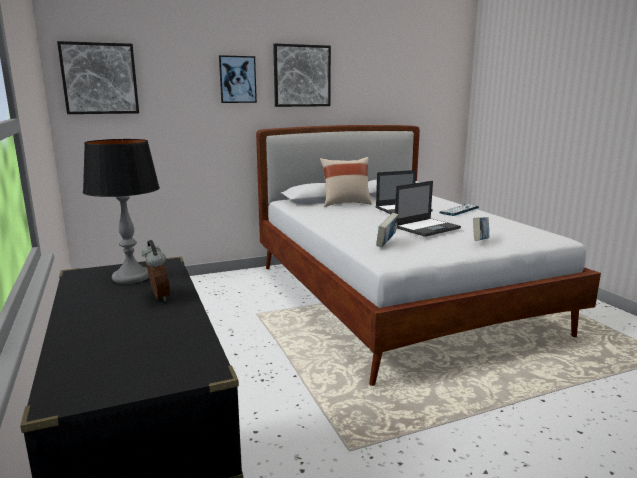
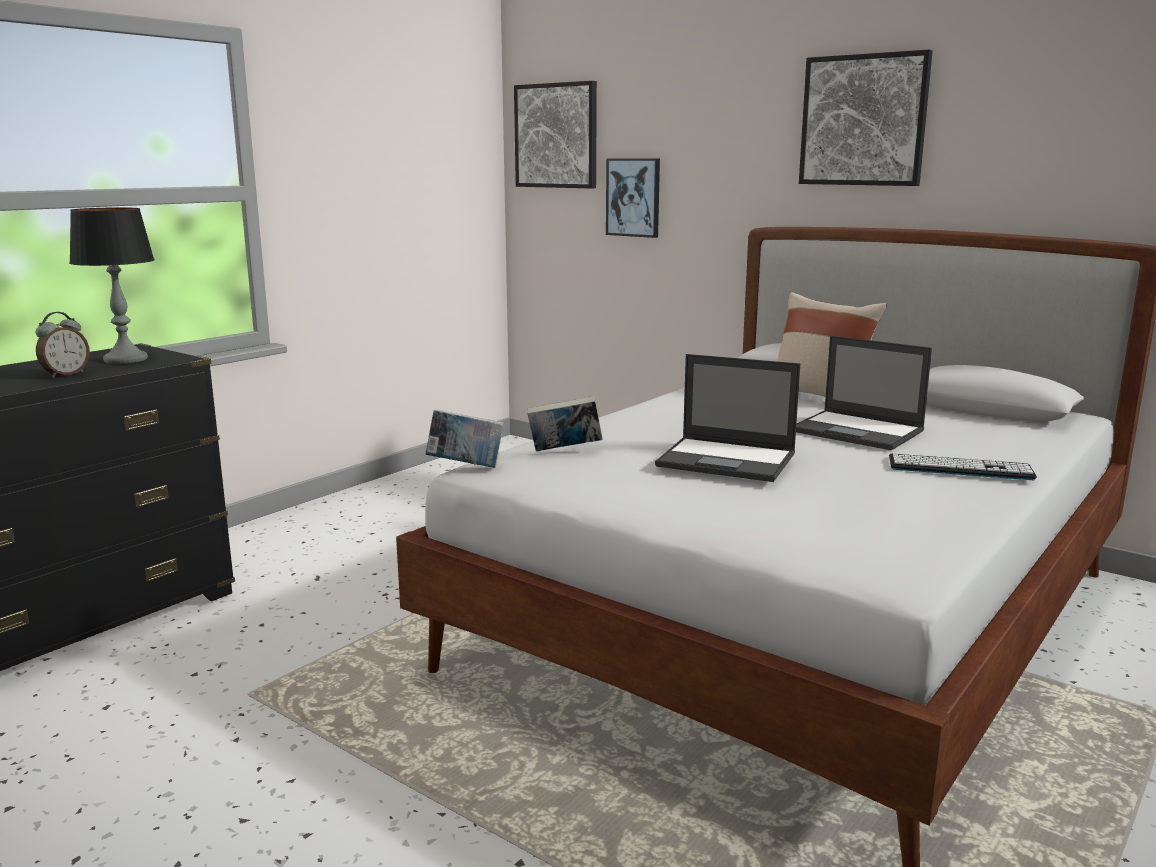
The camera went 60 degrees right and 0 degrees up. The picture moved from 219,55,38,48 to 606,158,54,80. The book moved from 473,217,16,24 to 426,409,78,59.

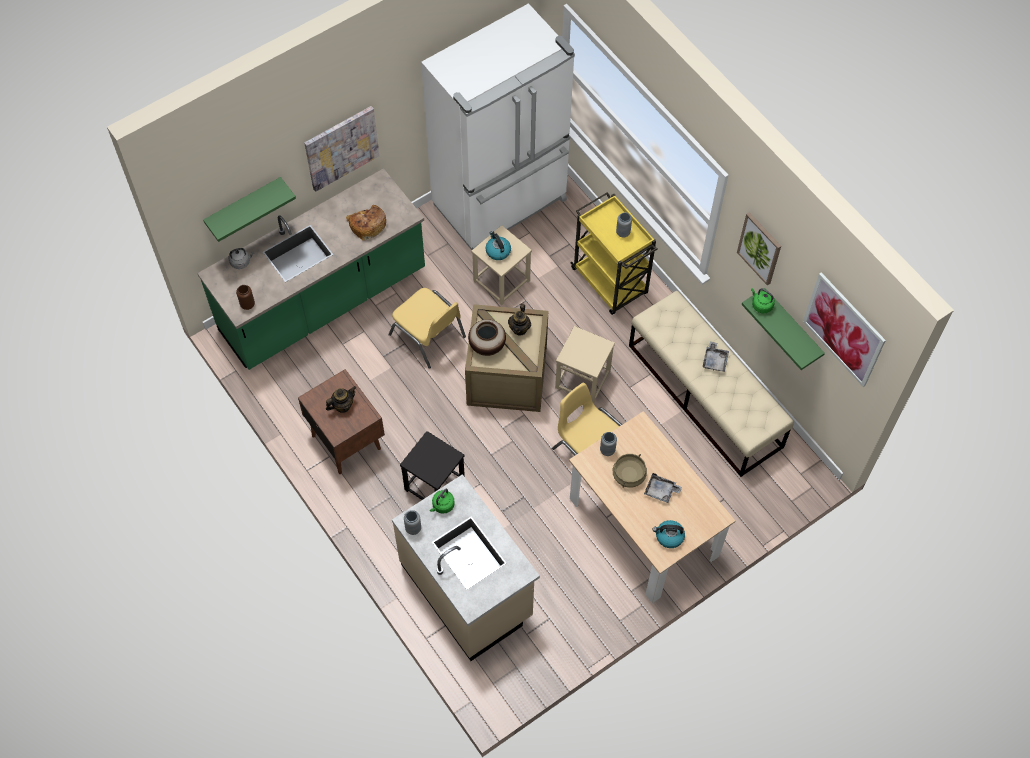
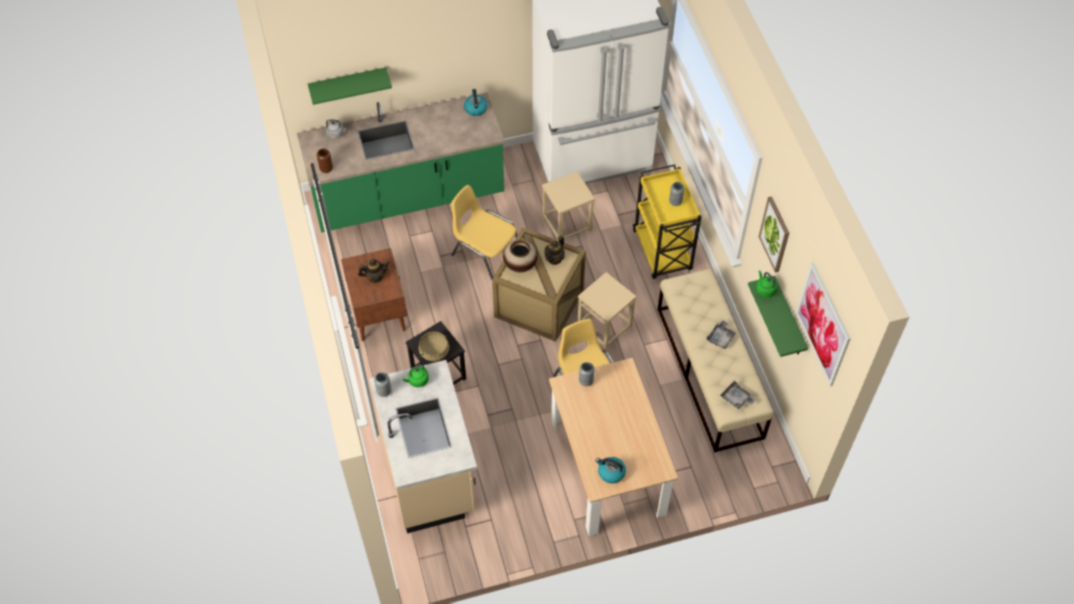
The camera went 20 degrees right and 5 degrees down. The picture at 304,106,76,86 disappeared. The bread at 346,205,40,36 disappeared. The kettle moved from 486,231,25,29 to 464,89,23,27. The chair in yellow at 389,288,77,81 turned 150 degrees clockwise. The cooking pot in beige moved from 613,454,34,34 to 419,332,30,29. The tray in grey moved from 644,473,38,30 to 720,381,36,28.

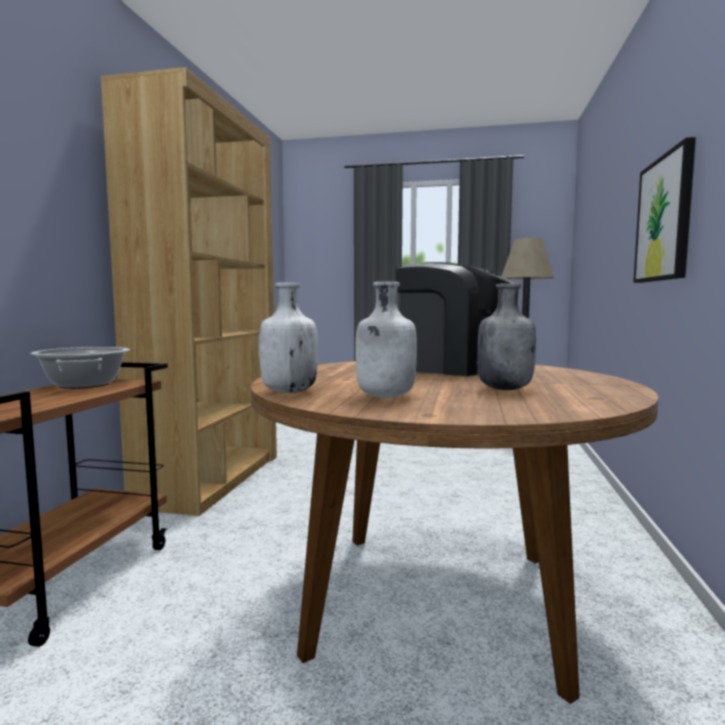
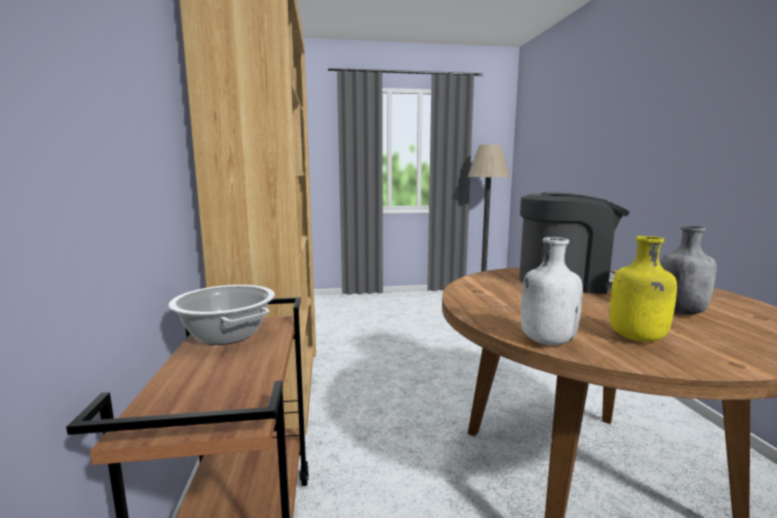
The camera went 20 degrees left and 5 degrees up. The picture at 633,137,63,146 disappeared. The bottle in white at 355,282,62,116 became the bottle in yellow at 610,236,67,106.

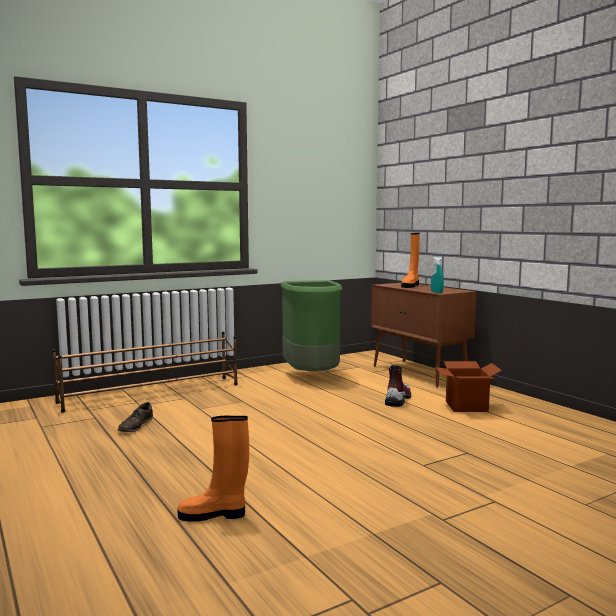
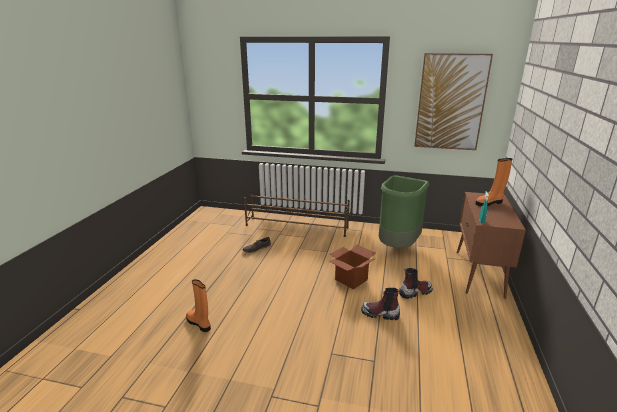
The camera went 45 degrees right and 15 degrees up. The cardboard box moved from 435,361,67,51 to 328,245,48,44. The picture at 414,53,79,97 appeared. The boot at 361,287,41,33 appeared.

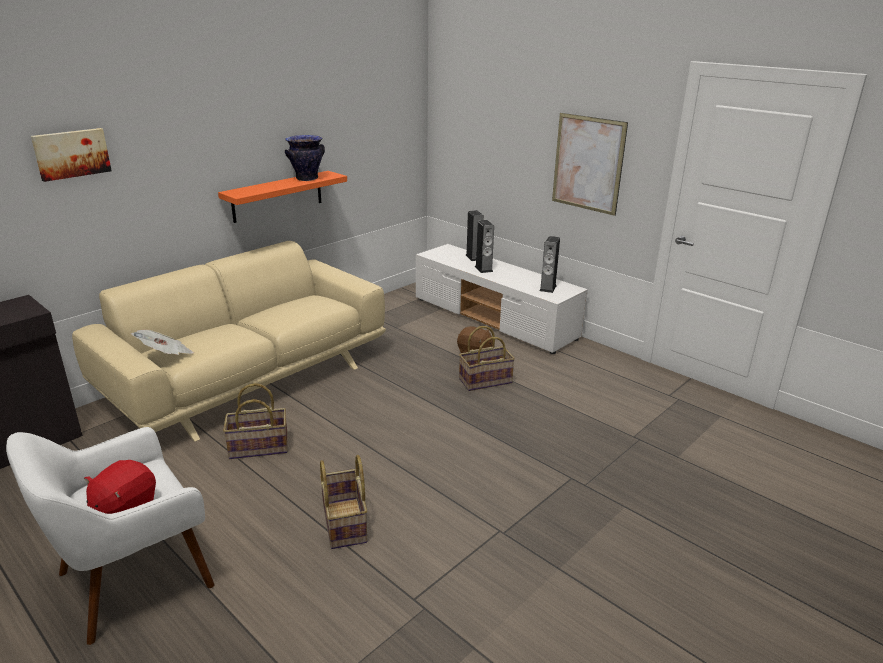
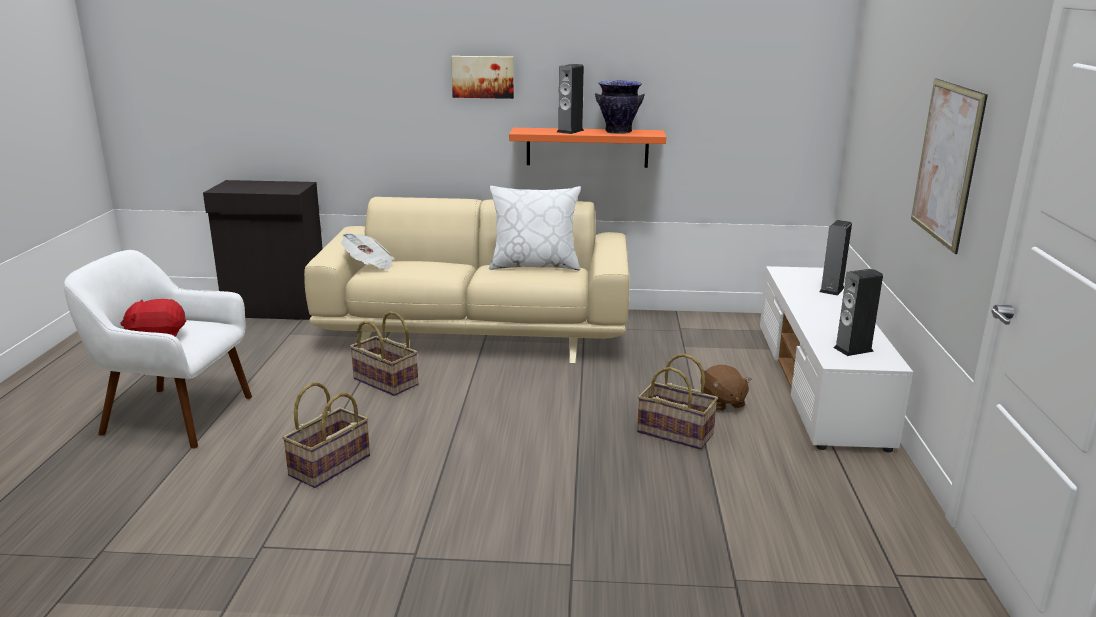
The camera went 50 degrees right and 5 degrees down. The picture moved from 31,128,81,54 to 451,56,63,43. The speaker moved from 475,220,19,53 to 557,64,27,70. The pillow in white at 489,186,92,84 appeared.

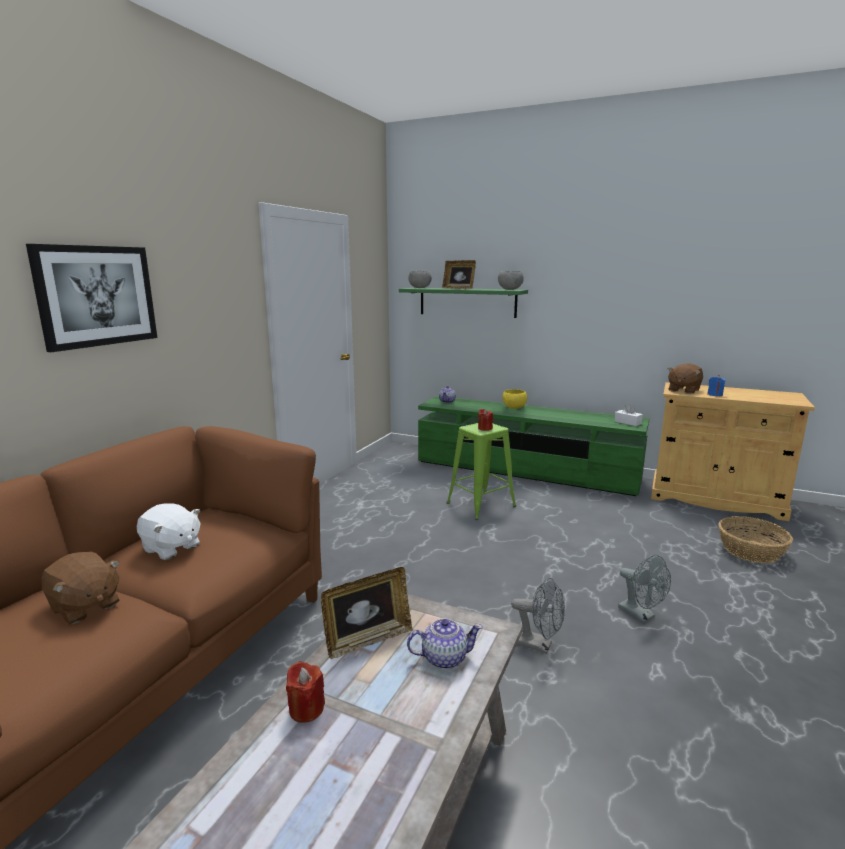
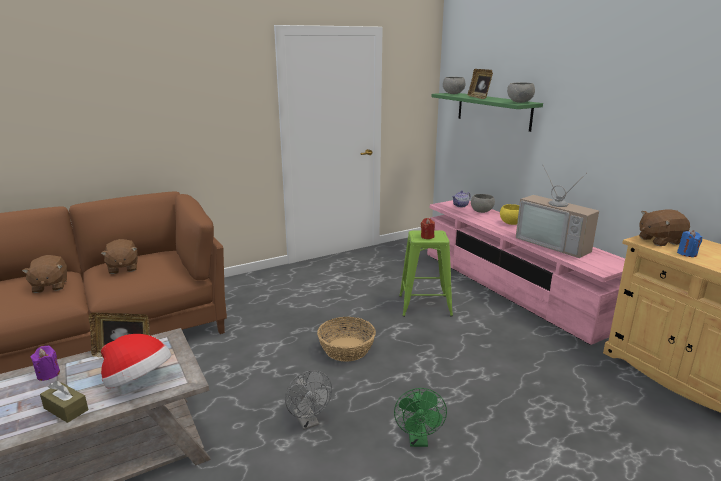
The camera went 35 degrees right and 5 degrees up. The picture at 26,244,131,108 disappeared. The tv stand in green at 418,396,232,100 became the tv stand in pink at 427,200,198,145. The tissue box in white at 614,404,29,22 disappeared. The plush toy in white at 137,504,64,56 became the plush toy in brown at 101,239,37,35. The basket moved from 718,516,75,47 to 317,317,59,44. The fan in grey at 618,555,53,68 became the fan in green at 394,388,53,59. The teapot at 407,619,76,50 was replaced by the hat at 101,334,70,54. The candle in red at 286,661,39,62 became the candle in purple at 30,346,30,35. The television at 516,166,83,92 appeared. The bowl in grey at 471,194,24,19 appeared. The tissue box in brown at 40,381,48,42 appeared.

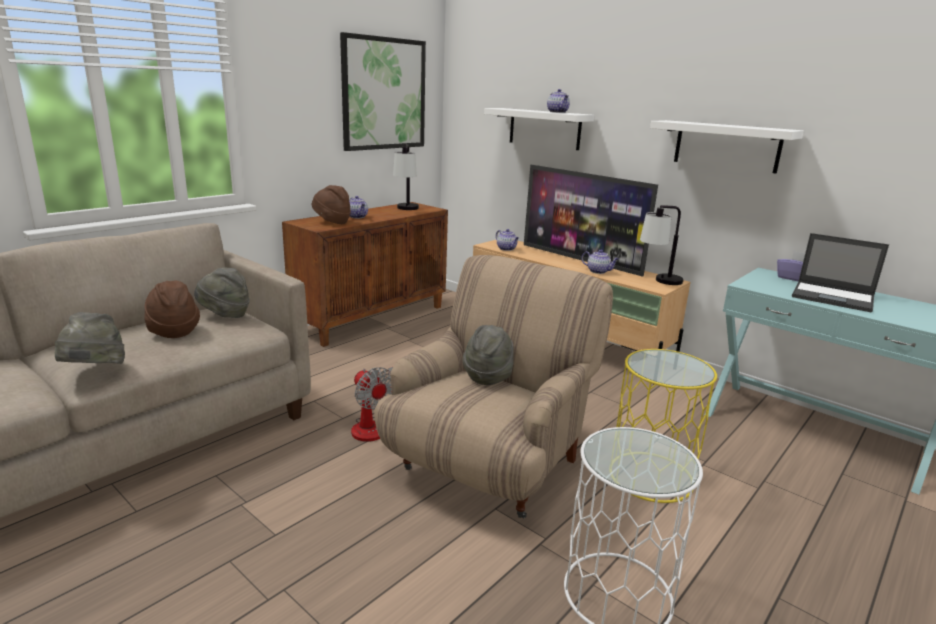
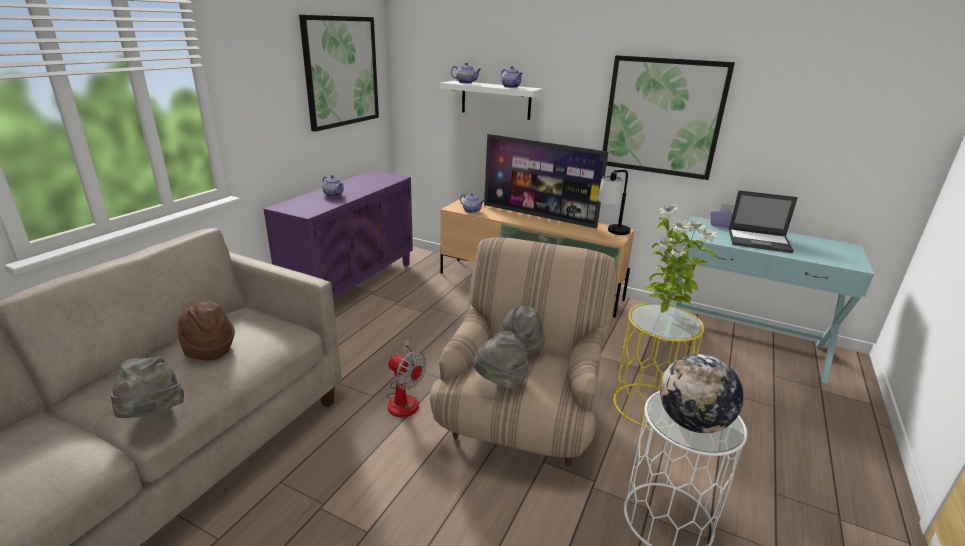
The camera went 15 degrees left and 5 degrees up. The shelf in white at 650,120,154,54 was replaced by the picture at 603,55,132,125. The table lamp at 393,144,26,66 disappeared. The hat in brown at 312,185,39,39 disappeared. The cabinet in brown at 282,202,166,145 became the cabinet in purple at 264,171,149,128. The teapot moved from 581,250,38,24 to 451,63,30,21. The hat in grey moved from 194,268,56,50 to 473,331,56,59. The potted plant at 646,204,72,109 appeared. The globe at 660,354,83,79 appeared.

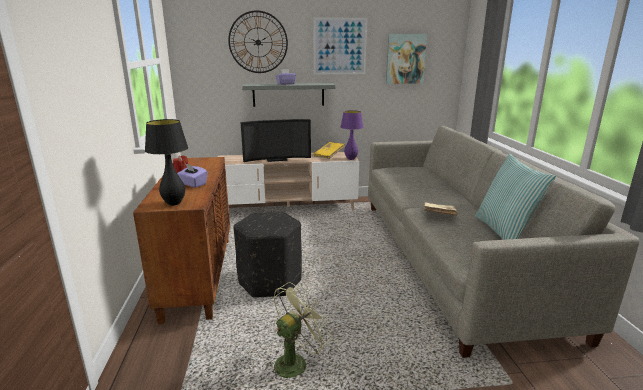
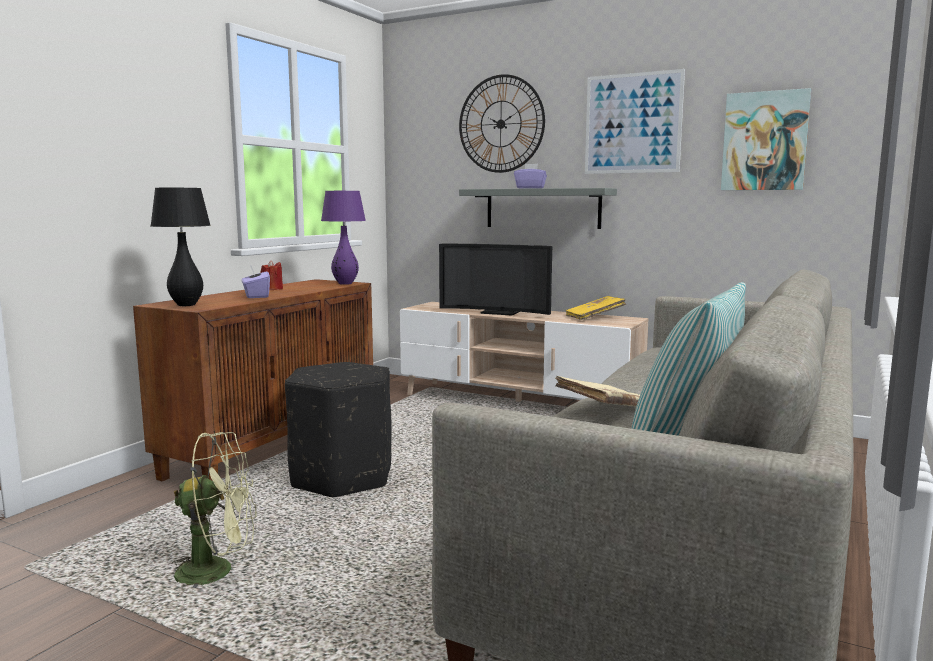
The camera went 35 degrees right and 10 degrees down. The table lamp in purple moved from 341,110,22,50 to 321,191,45,94.

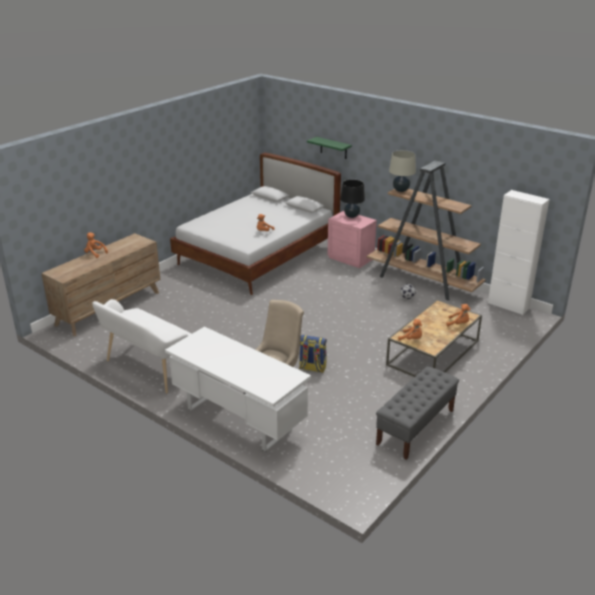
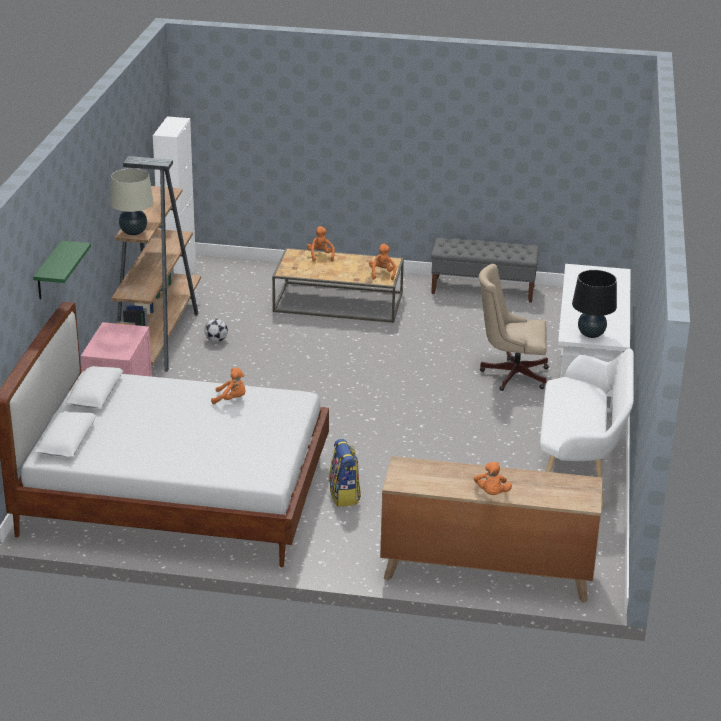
The camera went 120 degrees left and 0 degrees up. The table lamp in black moved from 340,179,25,39 to 572,270,45,68. The backpack moved from 299,335,28,38 to 329,439,32,68.

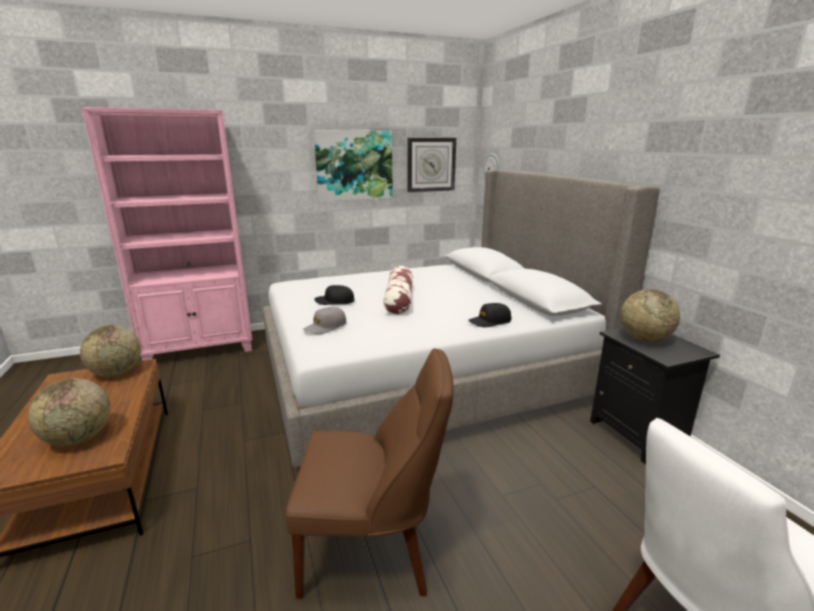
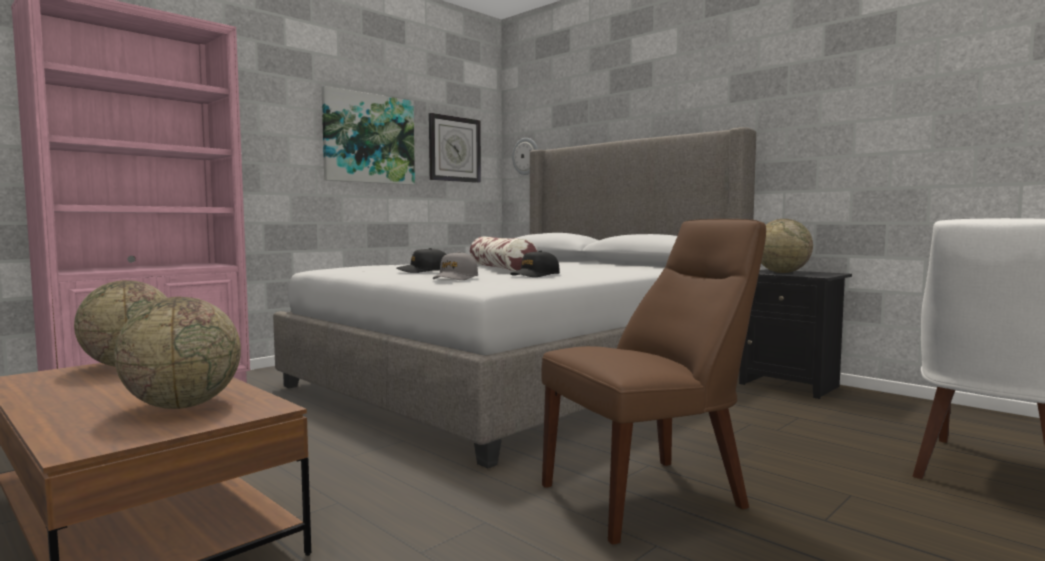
The camera went 25 degrees left and 15 degrees down. The cap in black moved from 468,303,44,24 to 510,250,50,27.

